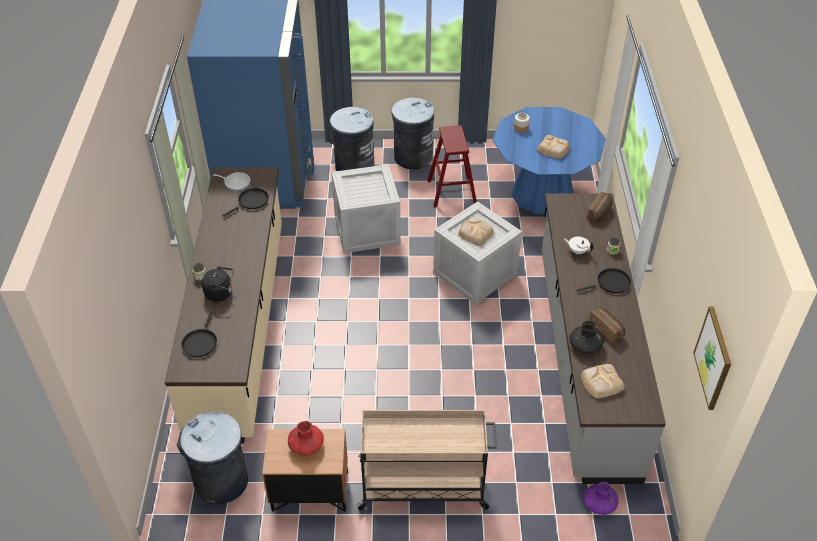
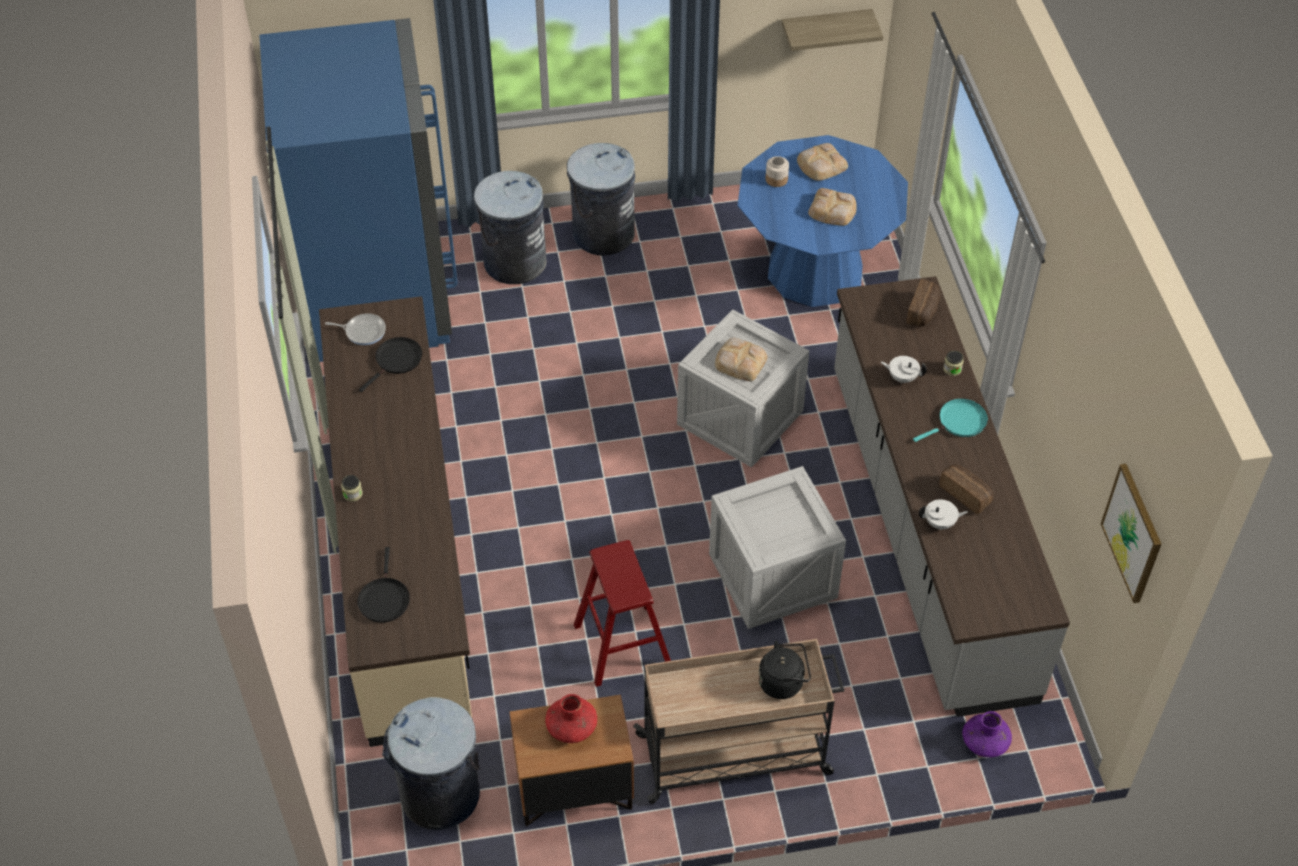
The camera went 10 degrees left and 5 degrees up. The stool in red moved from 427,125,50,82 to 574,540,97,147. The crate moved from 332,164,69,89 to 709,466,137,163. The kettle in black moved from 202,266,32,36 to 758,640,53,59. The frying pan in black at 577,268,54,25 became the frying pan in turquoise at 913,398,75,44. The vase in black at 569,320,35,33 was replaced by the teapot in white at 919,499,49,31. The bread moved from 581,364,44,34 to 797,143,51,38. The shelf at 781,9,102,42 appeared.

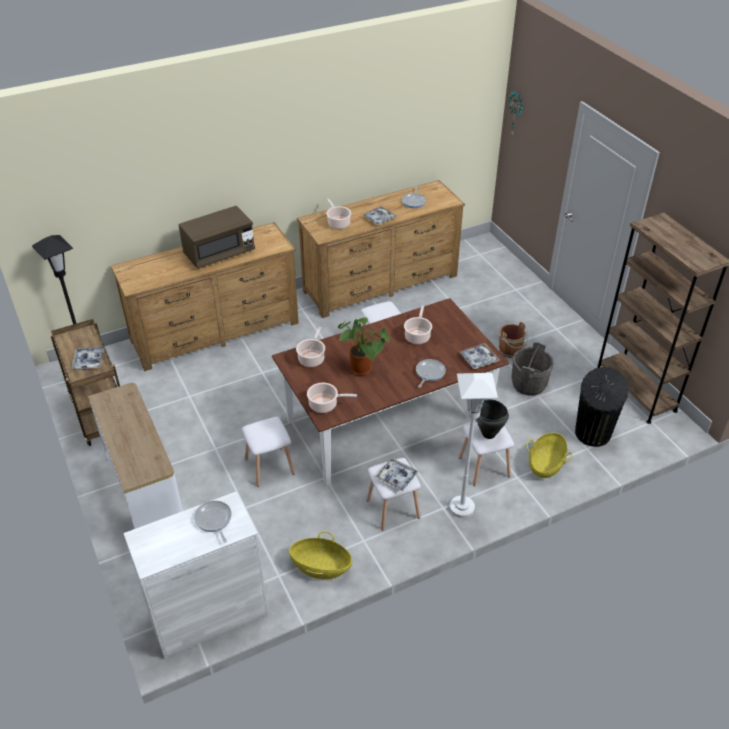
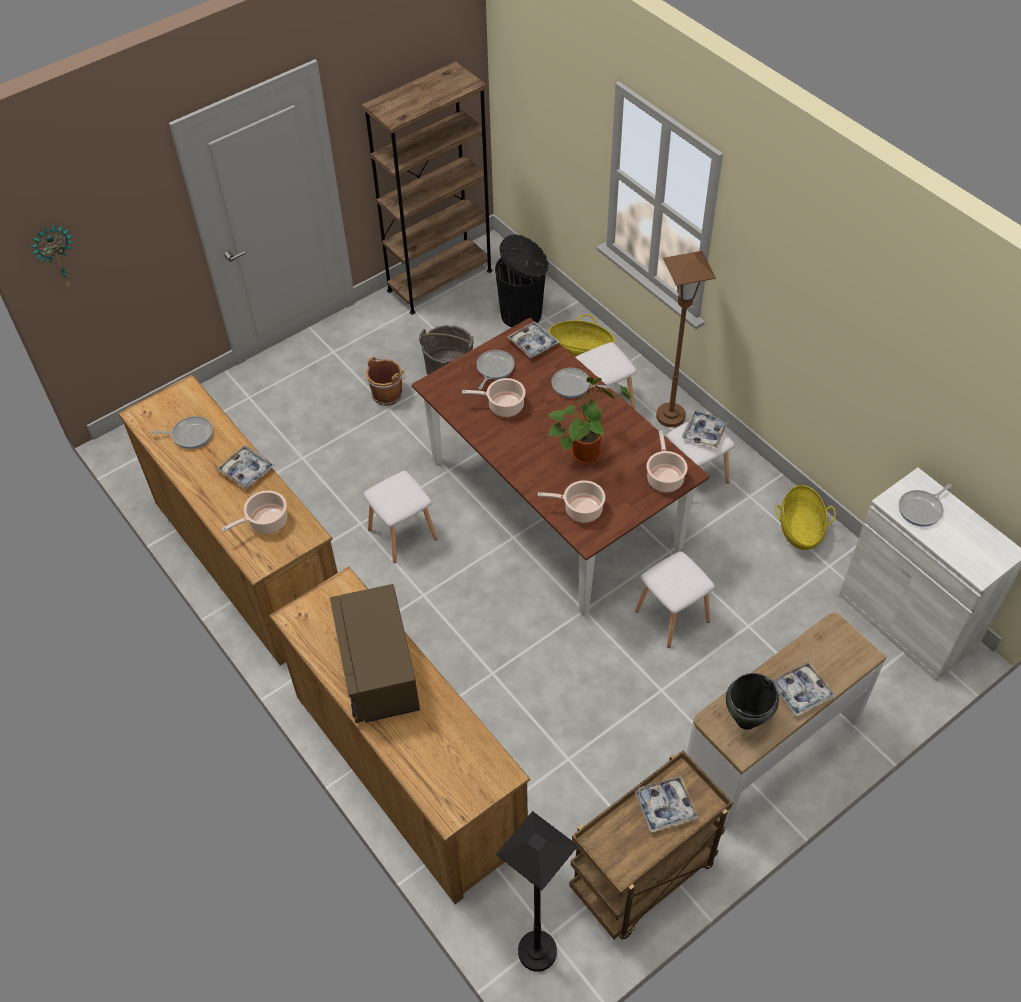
The camera went 100 degrees left and 10 degrees up. The microwave in brown at 179,206,76,63 turned 150 degrees counterclockwise. The floor lamp in white at 450,373,48,145 became the floor lamp in brown at 656,251,60,176. The cooking pot in black moved from 476,399,33,40 to 726,673,53,57. The frying pan at 476,350,39,39 appeared. The tray at 772,661,63,56 appeared.

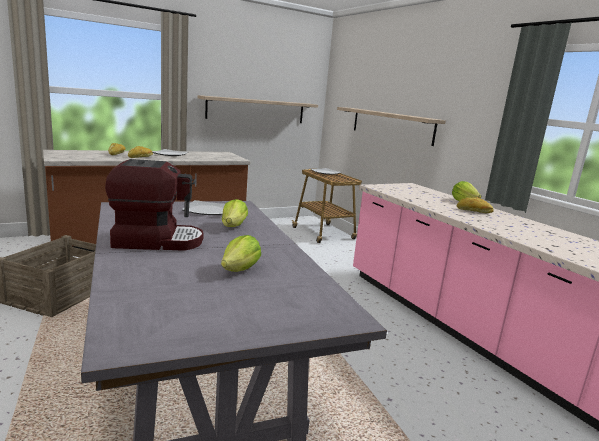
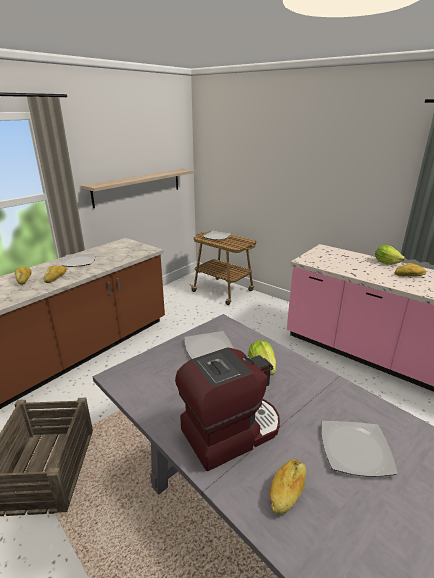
The camera went 20 degrees left and 10 degrees up. The shelf at 337,107,109,39 disappeared. The lettuce at 221,235,40,37 was replaced by the plate at 322,421,76,56. The bread at 270,459,36,55 appeared.

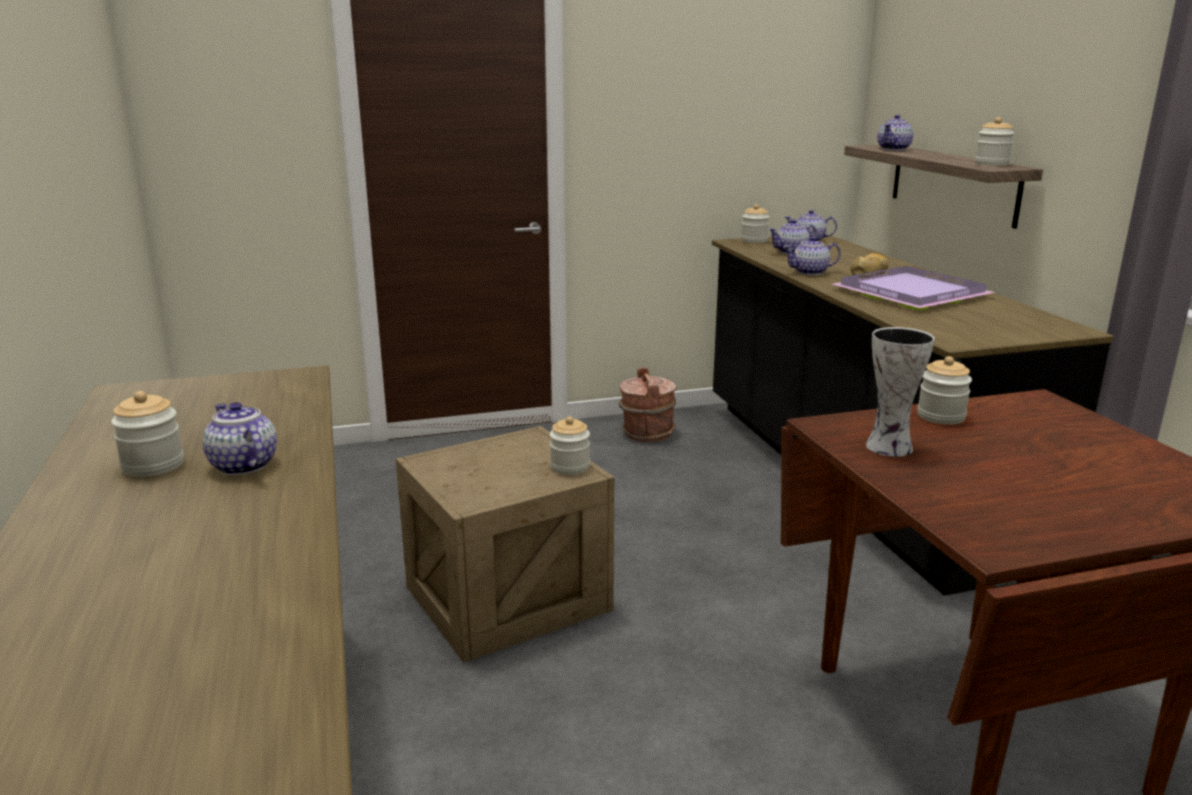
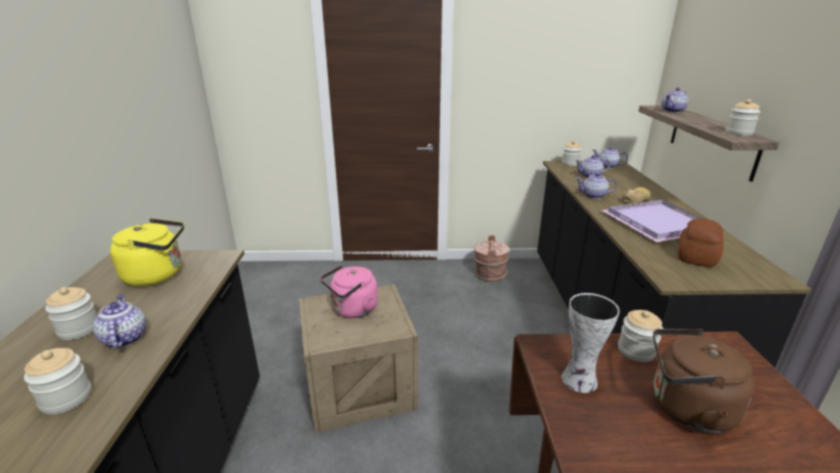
The camera went 15 degrees right and 5 degrees up. The jar moved from 550,417,40,58 to 24,348,67,67. The kettle in yellow at 110,218,74,68 appeared. The bread at 678,218,46,49 appeared. The kettle in pink at 320,265,58,53 appeared. The kettle in brown at 653,329,102,104 appeared.

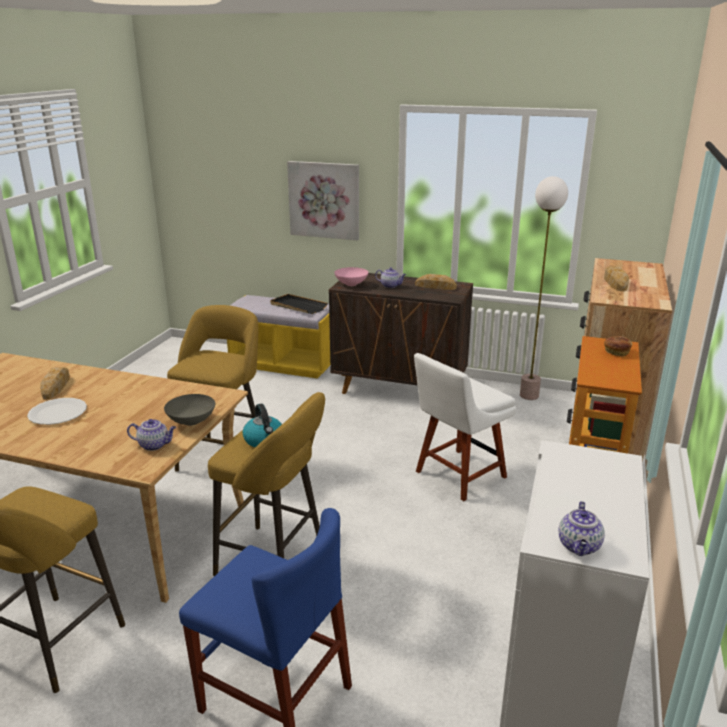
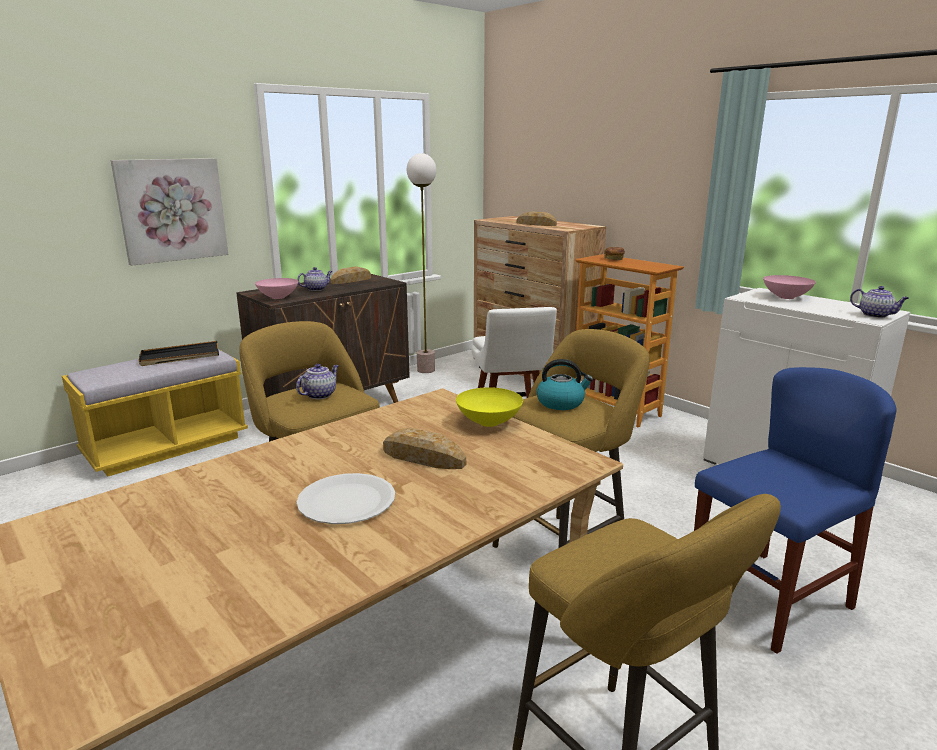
The camera went 60 degrees left and 5 degrees down. The bread moved from 40,367,30,32 to 383,428,83,41. The bowl in grey at 164,394,51,32 became the bowl in yellow at 456,387,67,40. The teapot moved from 127,419,49,32 to 296,364,43,35. The bowl in pink at 763,275,53,24 appeared.

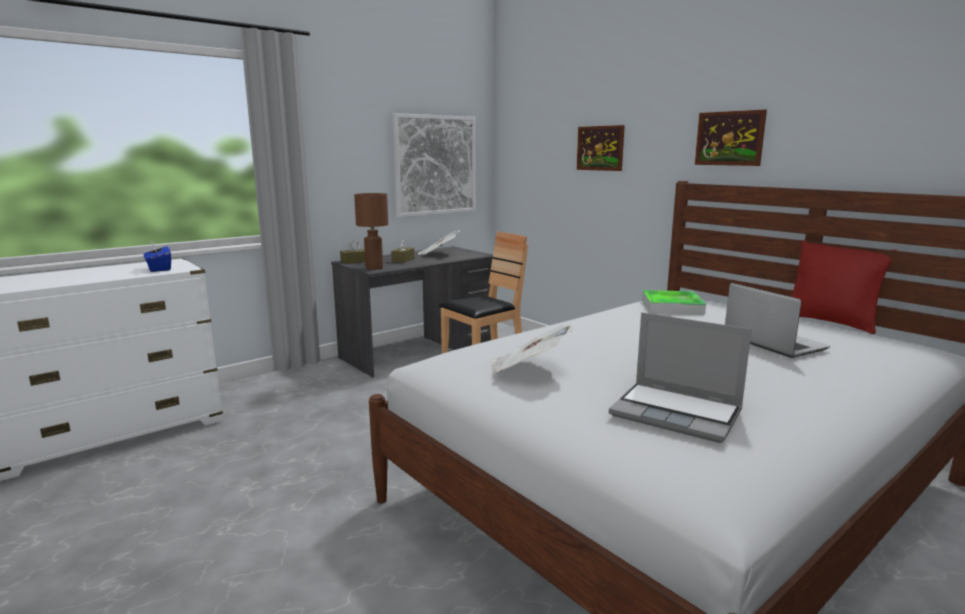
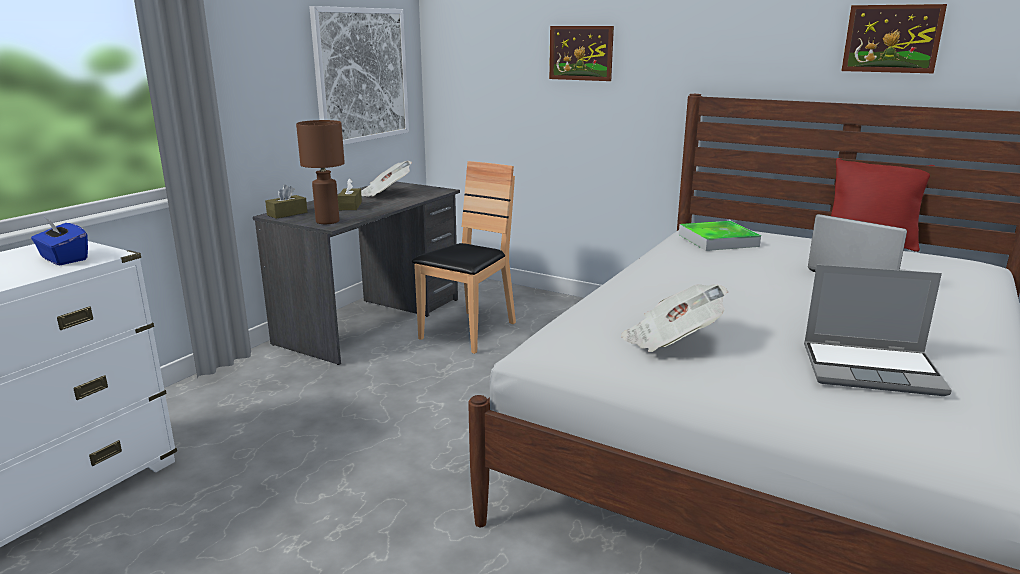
The camera went 20 degrees left and 5 degrees up. The picture moved from 695,110,72,56 to 841,4,106,69.

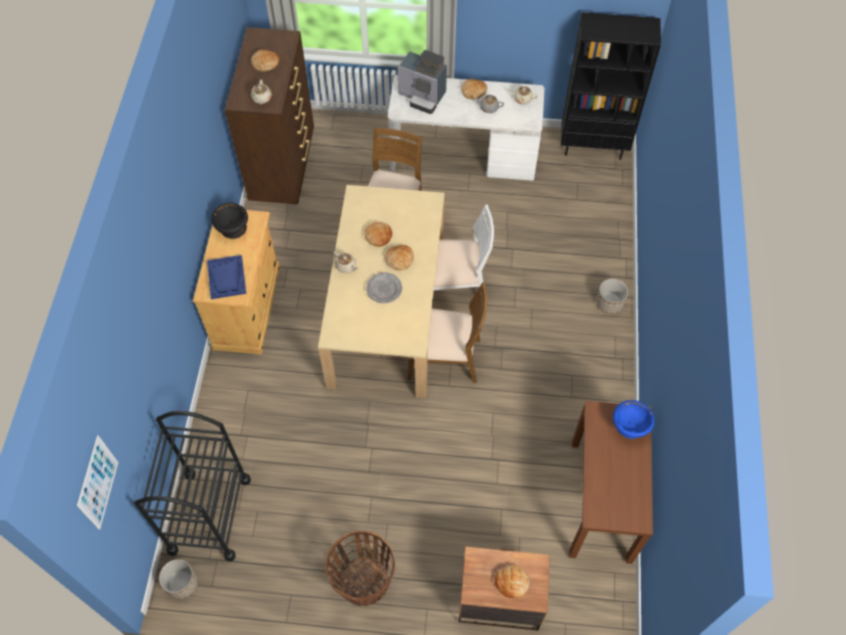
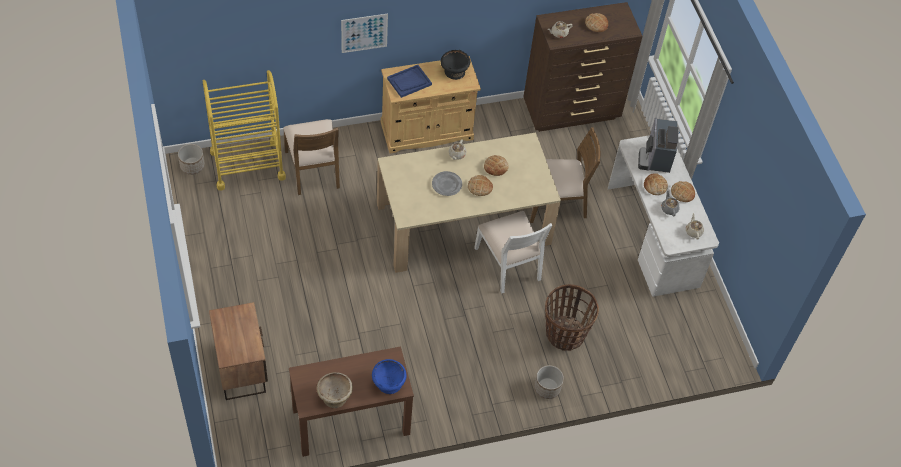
The camera went 65 degrees right and 5 degrees down. The bookcase in black at 561,12,100,148 disappeared. The chair in brown moved from 408,282,79,101 to 283,119,57,76. The cart in black at 134,411,117,151 became the cart in yellow at 203,70,83,121. The picture moved from 77,435,41,95 to 341,14,47,39. The basket moved from 325,531,70,75 to 545,284,54,67. The bread moved from 495,564,34,34 to 644,173,24,22. The bowl in beige at 317,372,36,36 appeared.

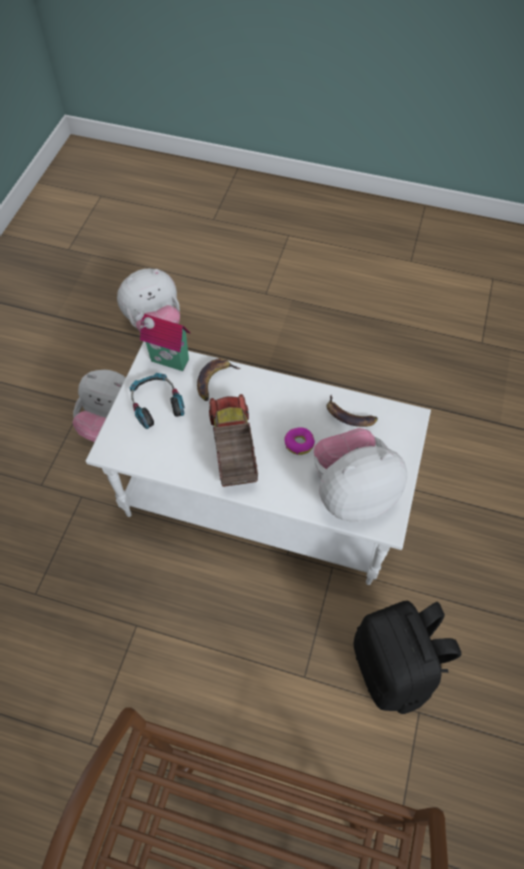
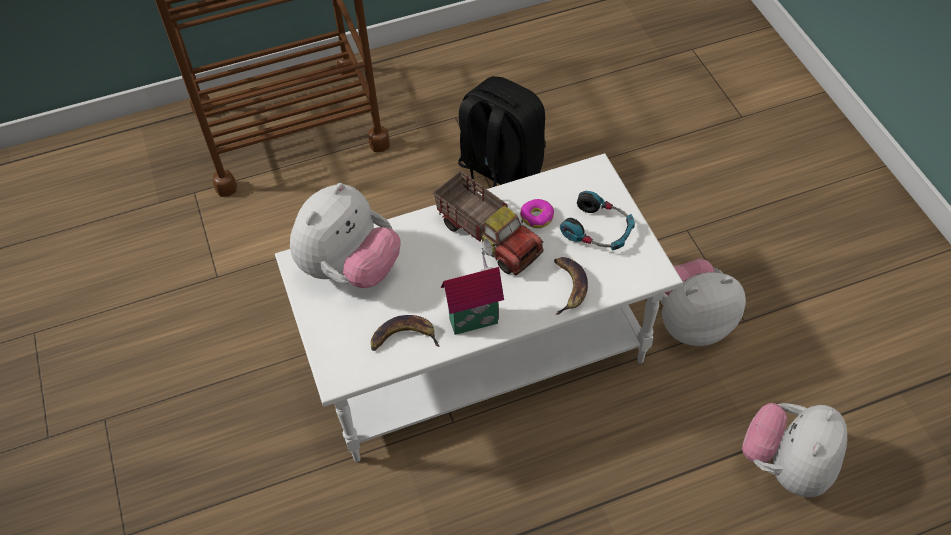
The camera went 145 degrees right and 5 degrees down. The toy house moved from 134,309,57,62 to 441,239,63,96. The donut moved from 284,427,31,28 to 520,199,34,29. The backpack in black moved from 354,601,107,113 to 458,76,88,111.

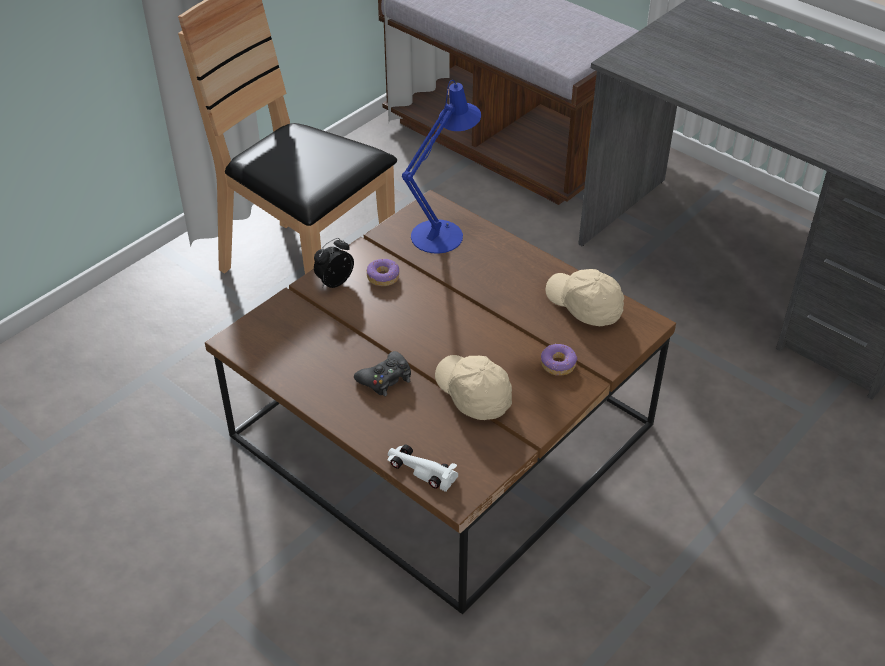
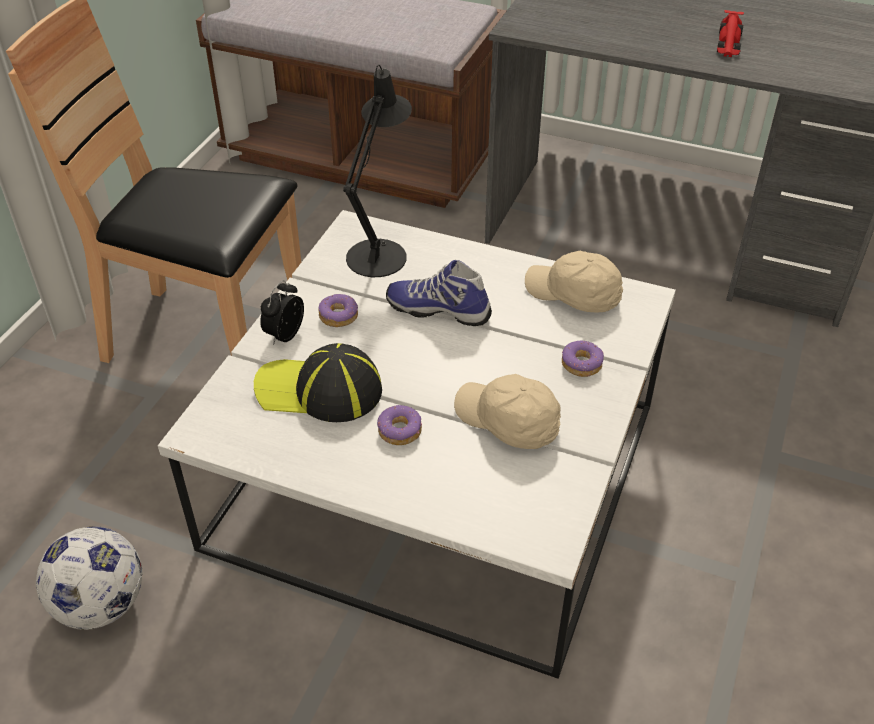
The camera went 20 degrees left and 0 degrees up. The table lamp in blue at 402,80,79,174 became the table lamp in black at 343,65,69,212. The coffee table in brown at 205,190,471,424 became the coffee table in white at 158,210,518,469. The game controller in black at 354,351,57,45 was replaced by the donut at 377,405,45,40. The toy car in white at 387,444,71,48 disappeared. The toy car in red at 717,10,27,47 appeared. The shoe at 386,260,106,66 appeared. The cap at 254,343,128,79 appeared. The football at 36,526,106,104 appeared.

